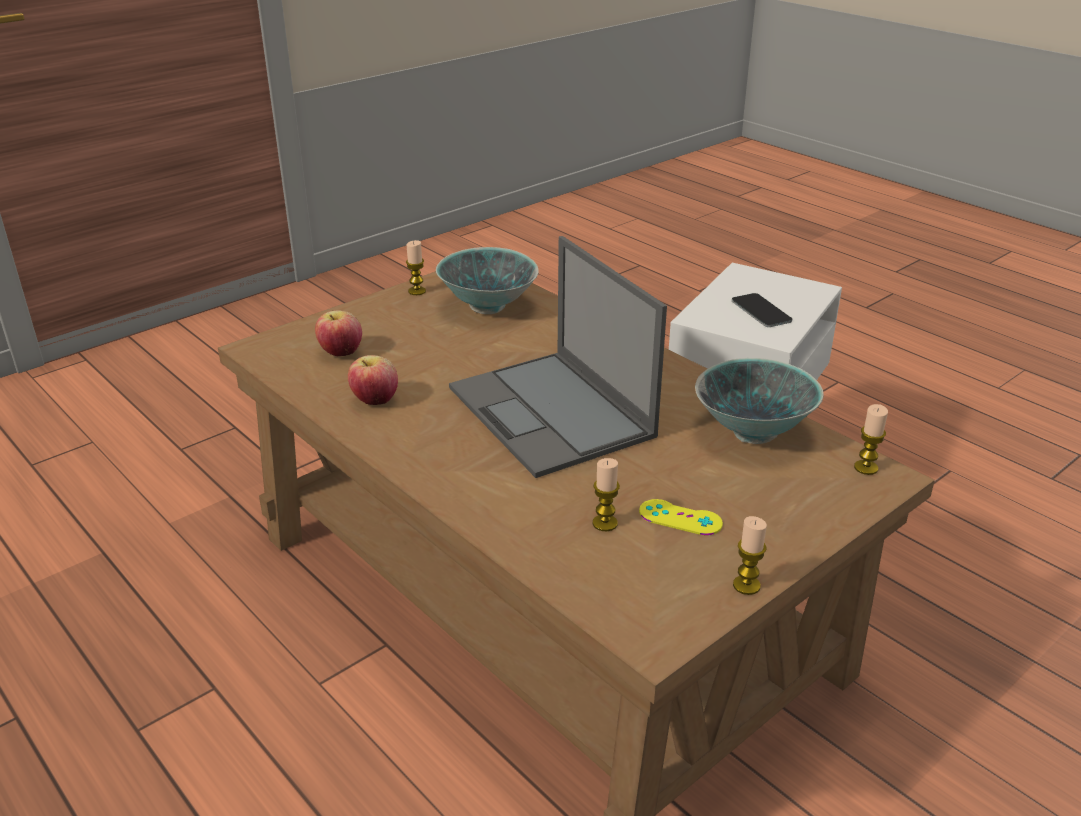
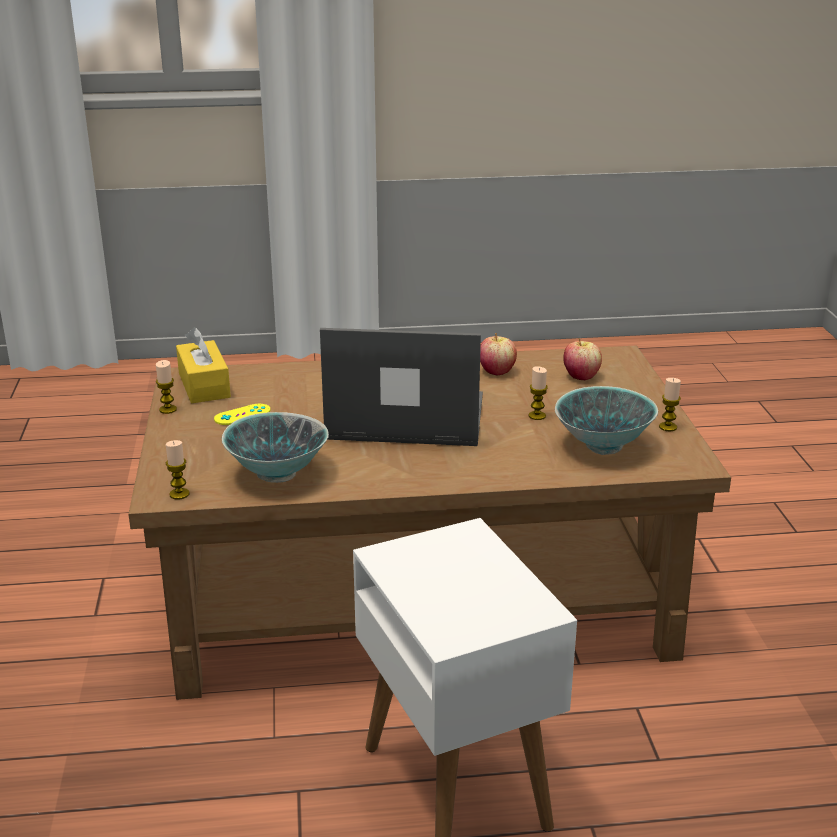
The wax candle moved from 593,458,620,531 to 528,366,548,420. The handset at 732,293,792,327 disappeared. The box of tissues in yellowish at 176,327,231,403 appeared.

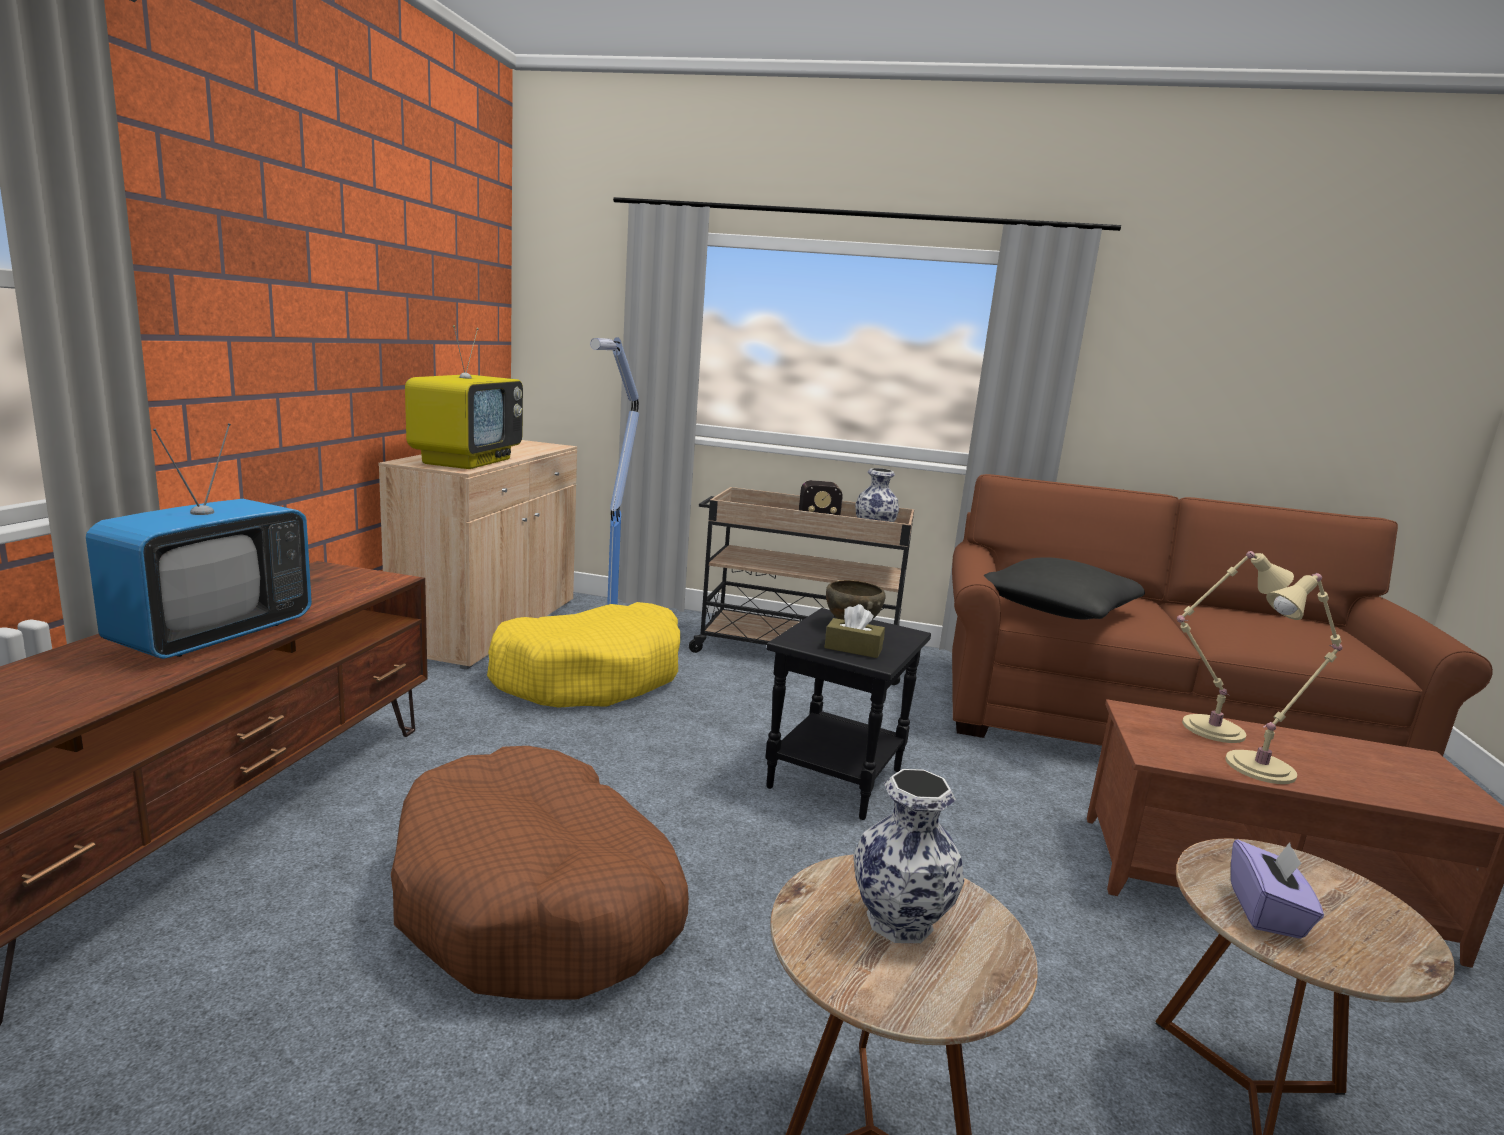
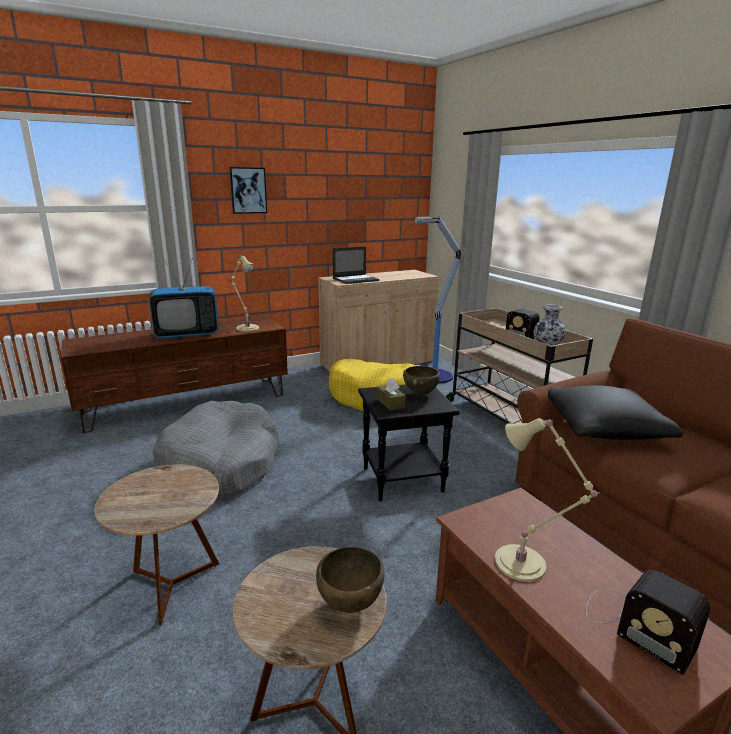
The pet bed in brown at 391,746,689,999 became the pet bed in greyish at 153,401,279,497. The TV set at 405,325,523,469 was replaced by the notebook computer at 333,247,380,284. The vase at 853,769,964,943 disappeared. The tabletop lamp in sand-coloured moved from 1177,551,1294,743 to 229,255,259,332. The box of tissues in purplish at 1231,839,1324,939 disappeared. The wall art at 229,167,267,214 appeared. The serving bowl in brown at 316,547,385,613 appeared. The radio receiver at 586,570,710,675 appeared.

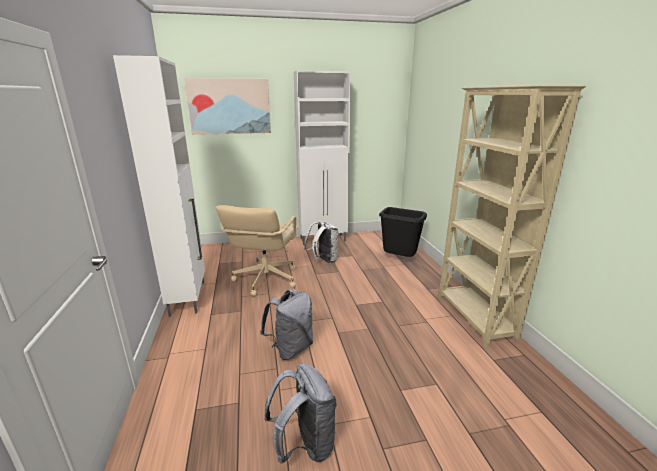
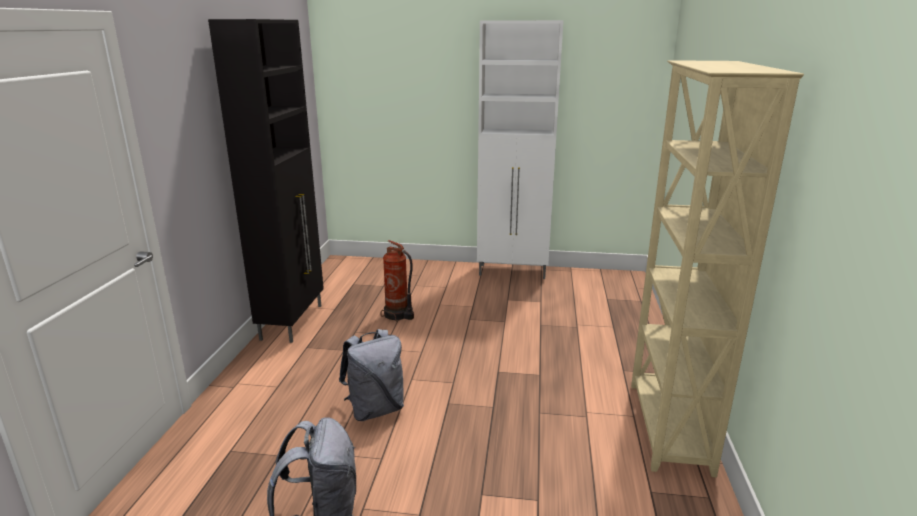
The cupboard in white-coloured at 113,55,205,317 became the cupboard in black at 208,19,324,343. The wall art at 184,78,271,135 disappeared. The computer chair in sand-coloured at 216,205,298,296 was replaced by the fire extinguisher at 380,240,414,322. The backpack in white-coloured at 304,221,339,263 disappeared. The trash can in black at 379,207,427,257 disappeared.

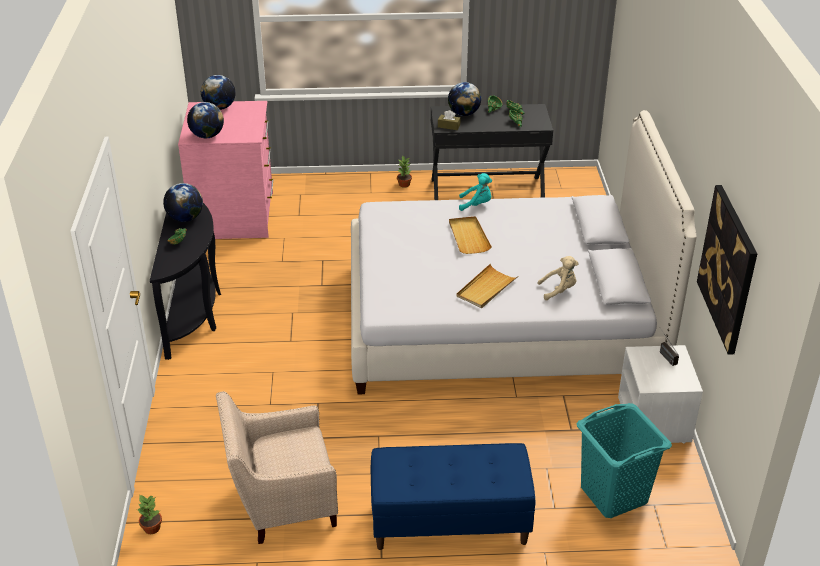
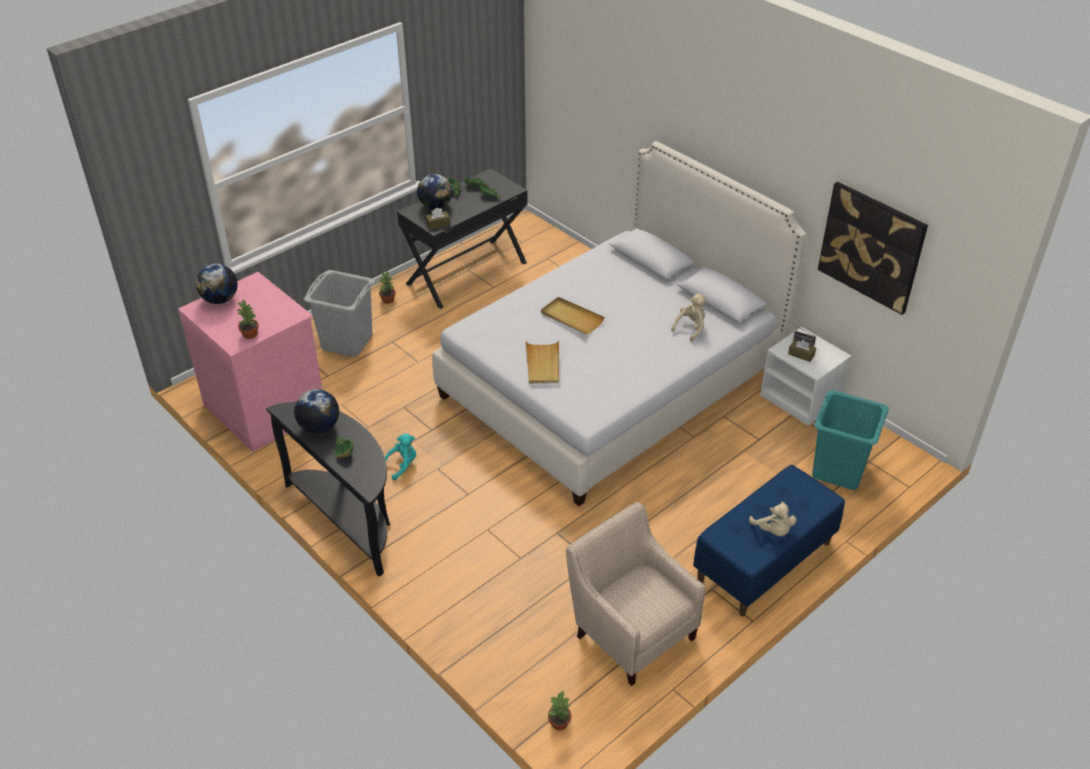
The globe at 187,102,224,138 was replaced by the plant in a pot at 237,299,259,339. The armchair in sand-coloured at 216,391,338,544 turned 105 degrees clockwise. The serving tray in sand-coloured moved from 456,264,518,308 to 526,341,559,384. The plush toy in blue-green moved from 459,173,492,211 to 385,434,416,480. The hamper in greyish at 304,270,375,357 appeared. The plush toy in sand-coloured at 749,502,796,536 appeared. The box of tissues in brown at 788,340,816,362 appeared.

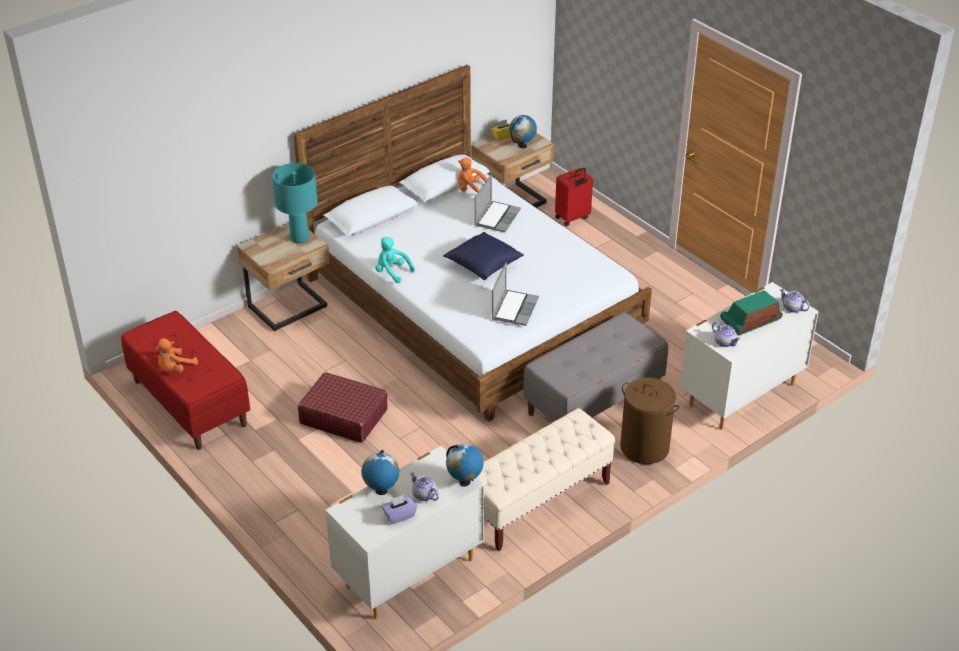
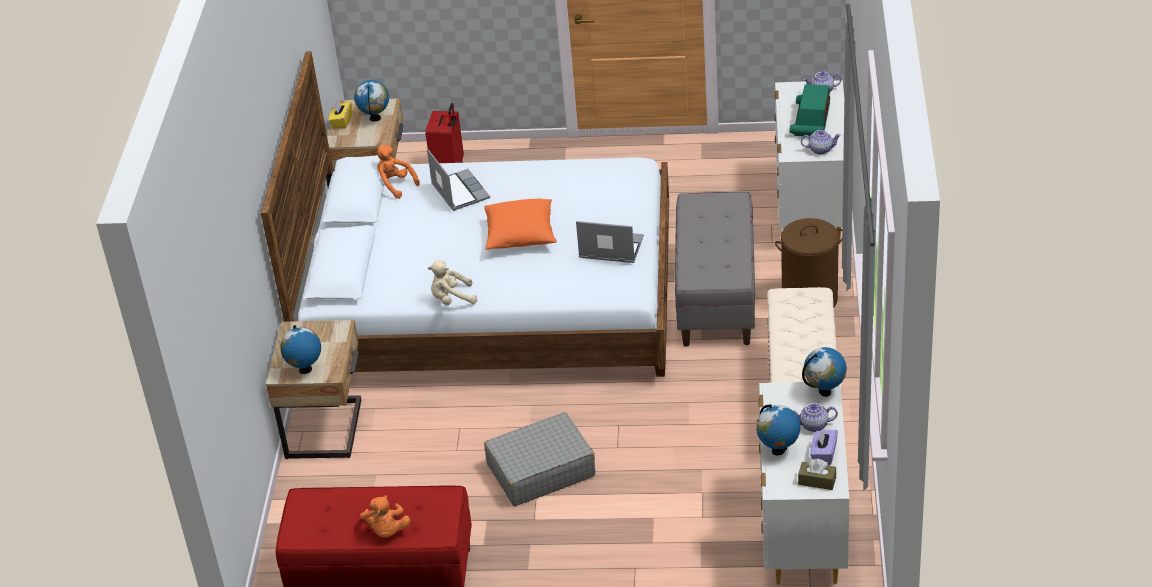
The tabletop lamp in blue-green at 272,163,317,243 disappeared. The suitcase in red-coloured at 298,372,388,443 became the suitcase in greyish at 484,412,595,506. The plush toy in blue-green at 375,237,415,283 became the plush toy in sand-coloured at 428,260,478,305. The throw pillow in blue-coloured at 443,232,524,280 became the throw pillow in orangey at 484,199,557,250. The plush toy in orangey at 458,158,487,193 turned 75 degrees clockwise. The notebook computer at 492,262,539,326 turned 45 degrees counterclockwise. The globe at 280,325,321,374 appeared. The box of tissues in brown at 798,459,836,490 appeared.

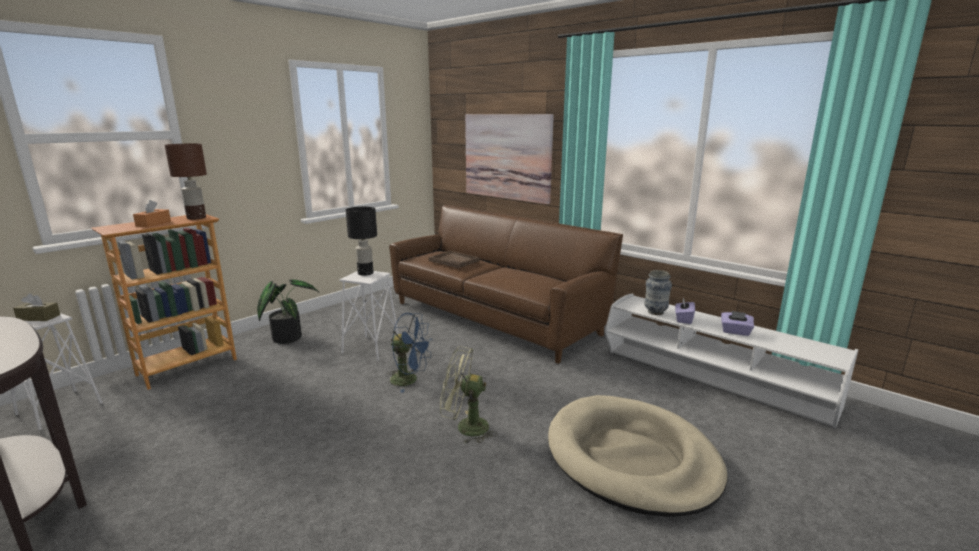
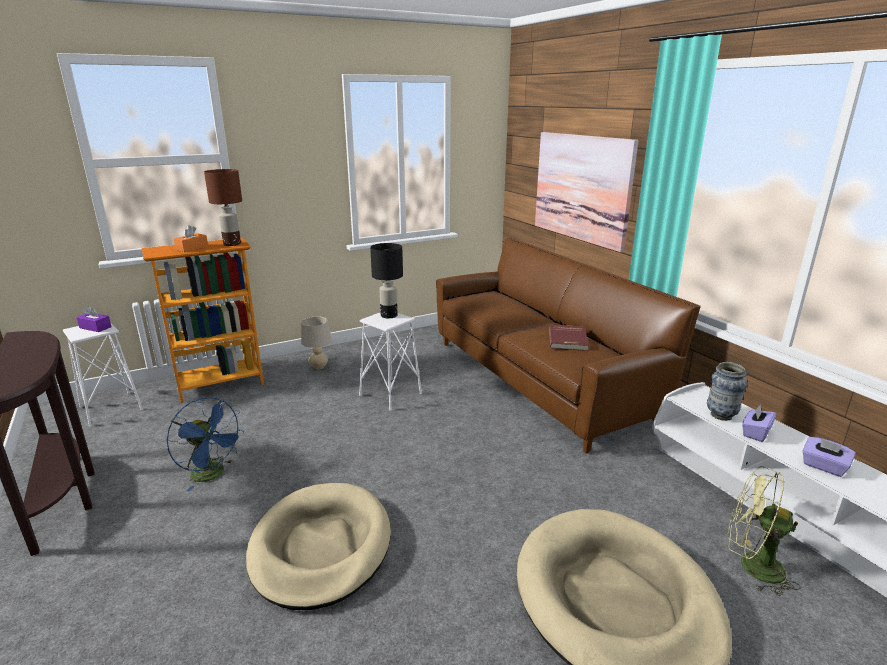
The box of tissues in brown at 13,293,60,321 became the box of tissues in purplish at 76,306,112,332. The plant in a pot at 257,280,319,344 was replaced by the tabletop lamp in sand-coloured at 301,316,332,369. The fan in blue-coloured moved from 387,313,432,393 to 167,397,244,491. The serving tray in brown at 429,251,479,268 disappeared. The fan in green moved from 440,346,497,444 to 727,466,801,596. The pet bed in sand-coloured at 246,483,391,610 appeared. The book in red-coloured at 549,325,589,351 appeared.

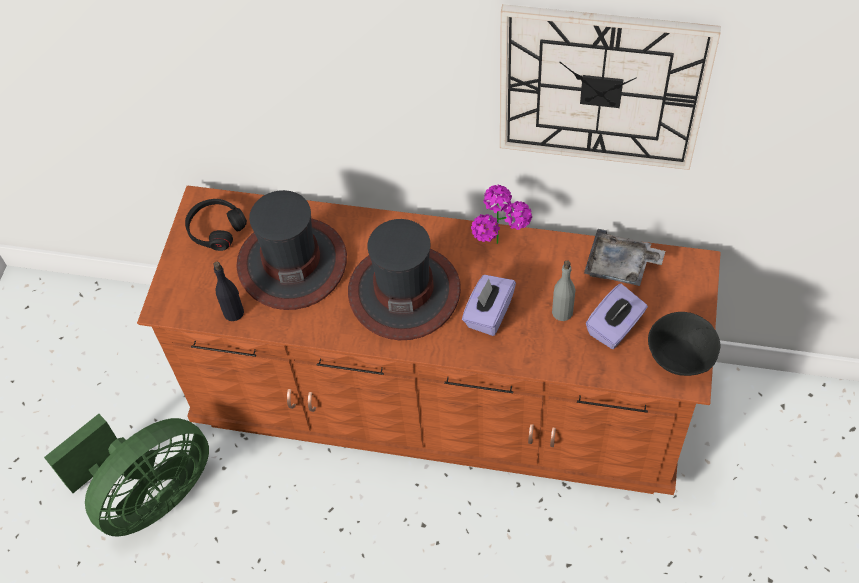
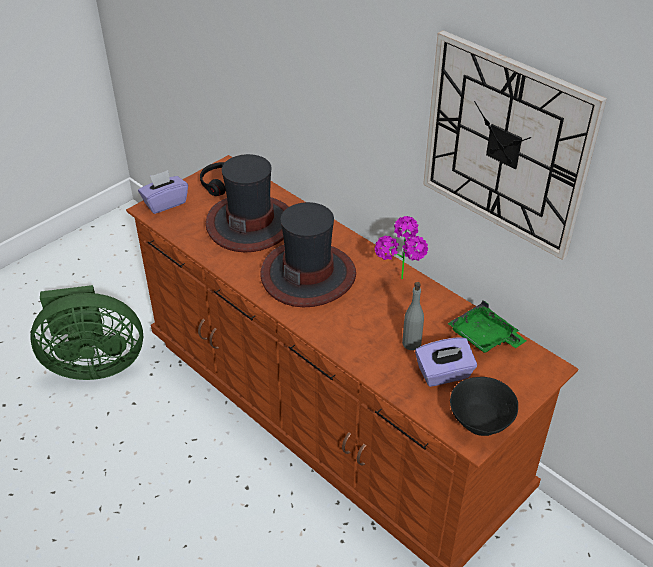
The bottle in black at 213,262,244,321 disappeared. The box of tissues in purplish moved from 462,275,516,336 to 138,170,188,214. The serving tray in greyish at 584,229,665,286 became the serving tray in green at 448,300,526,353.

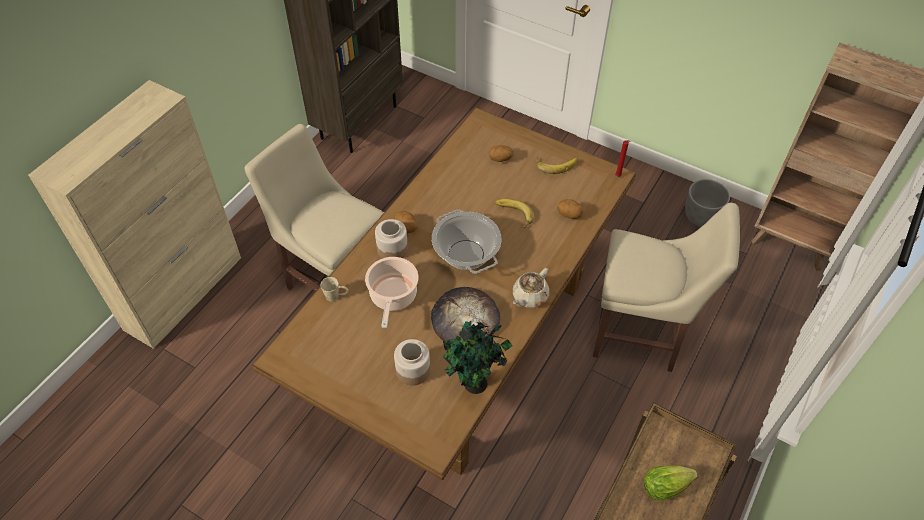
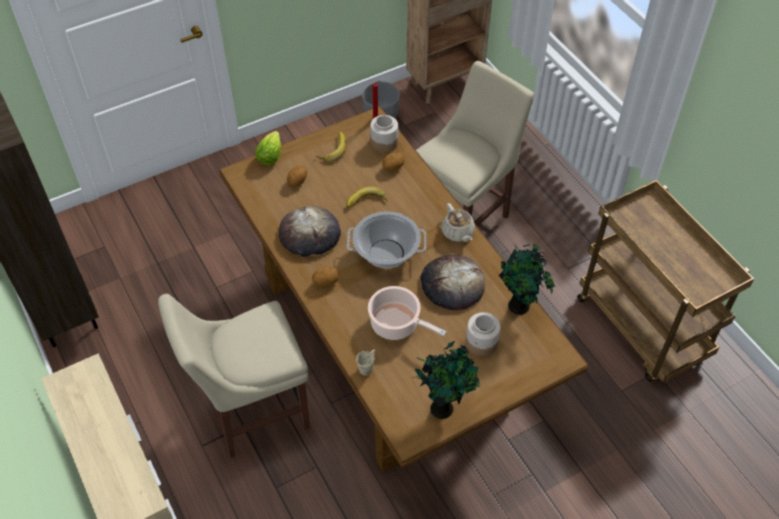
The jar moved from 375,219,408,259 to 370,115,398,153. The lettuce moved from 644,466,698,501 to 255,131,281,165. The baked bread at 278,206,341,257 appeared. The plant in a pot at 413,341,480,419 appeared.

